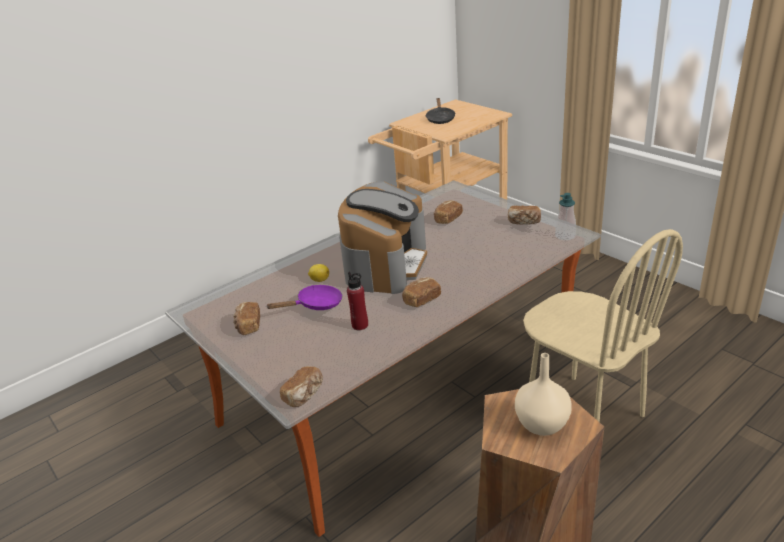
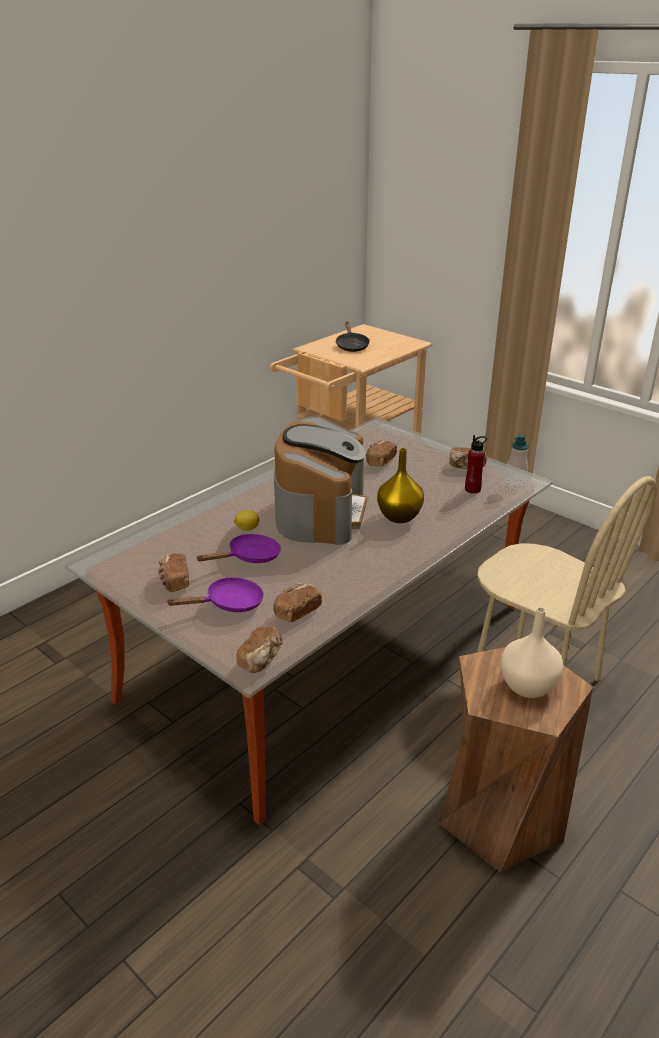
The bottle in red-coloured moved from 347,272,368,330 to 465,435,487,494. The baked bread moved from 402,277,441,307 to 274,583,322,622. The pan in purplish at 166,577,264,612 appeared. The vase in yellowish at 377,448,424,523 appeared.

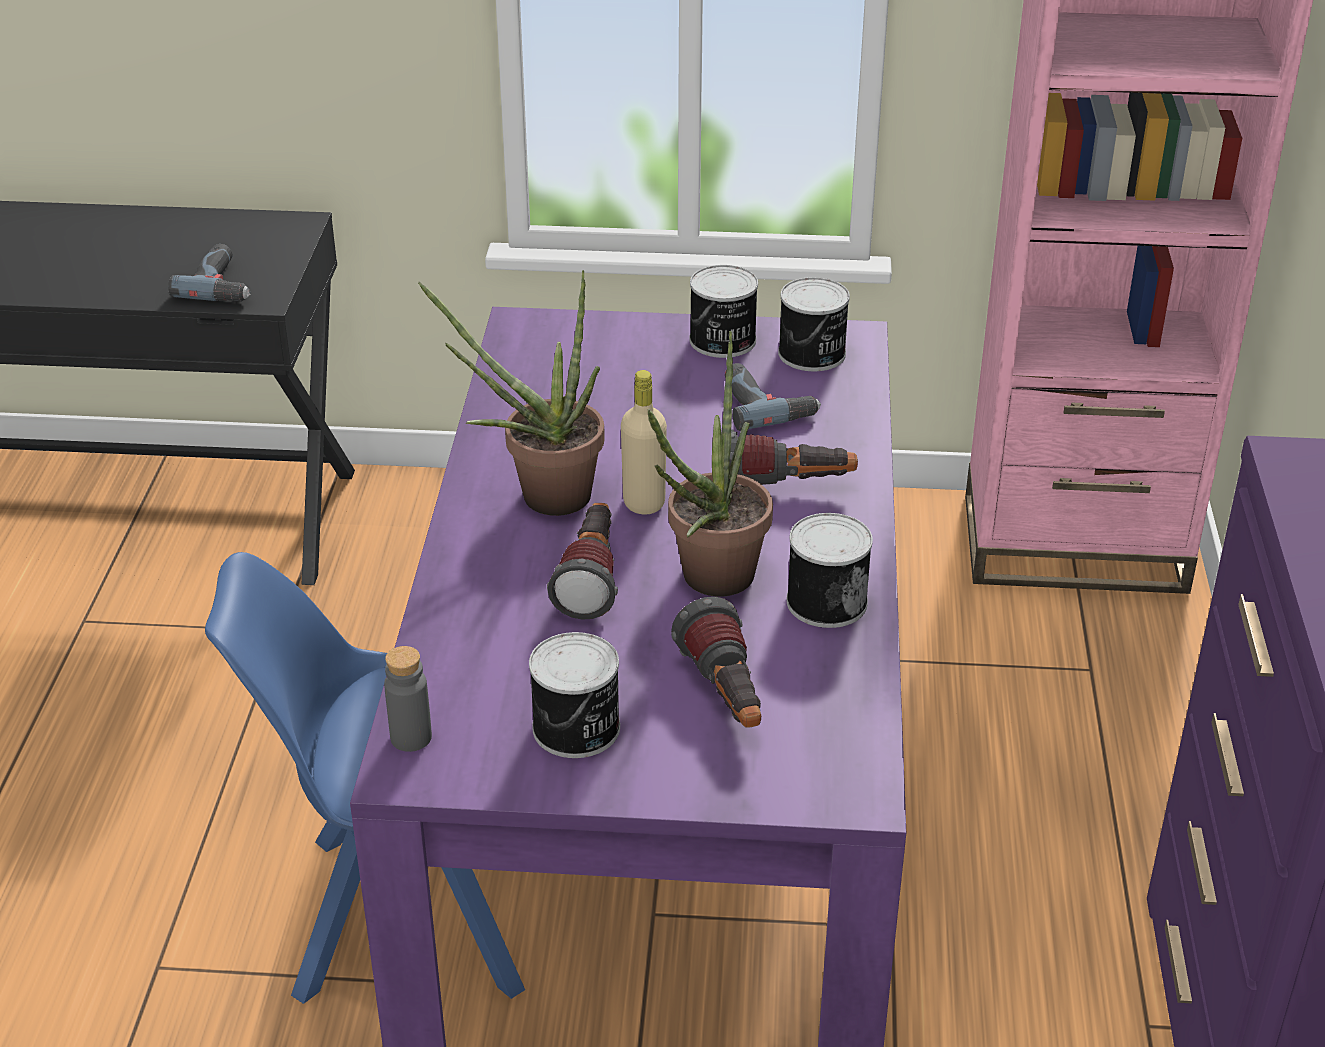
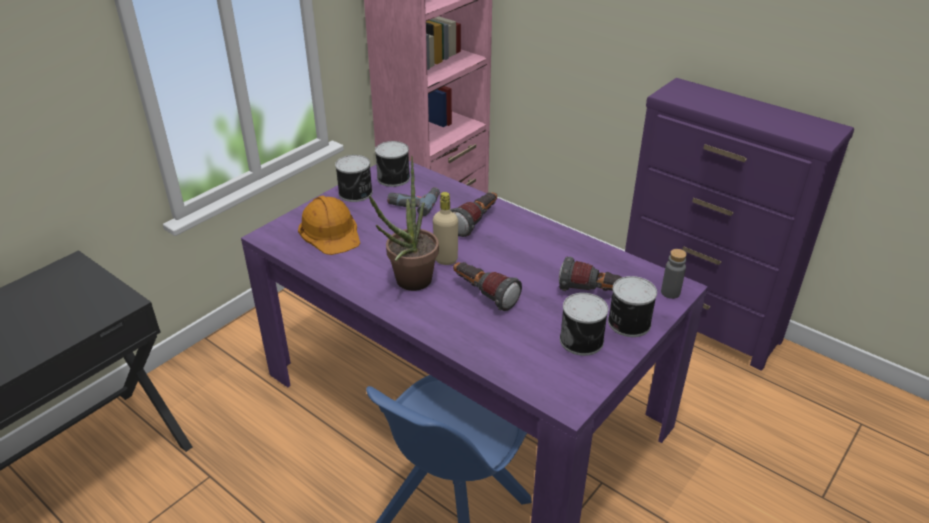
The power drill at 168,244,250,301 disappeared. The bottle in greyish moved from 384,646,432,752 to 661,249,687,299. The plant in a pot at 647,331,773,597 disappeared. The can moved from 786,513,873,628 to 608,276,657,337. The safety helmet in orangey at 298,196,360,255 appeared.

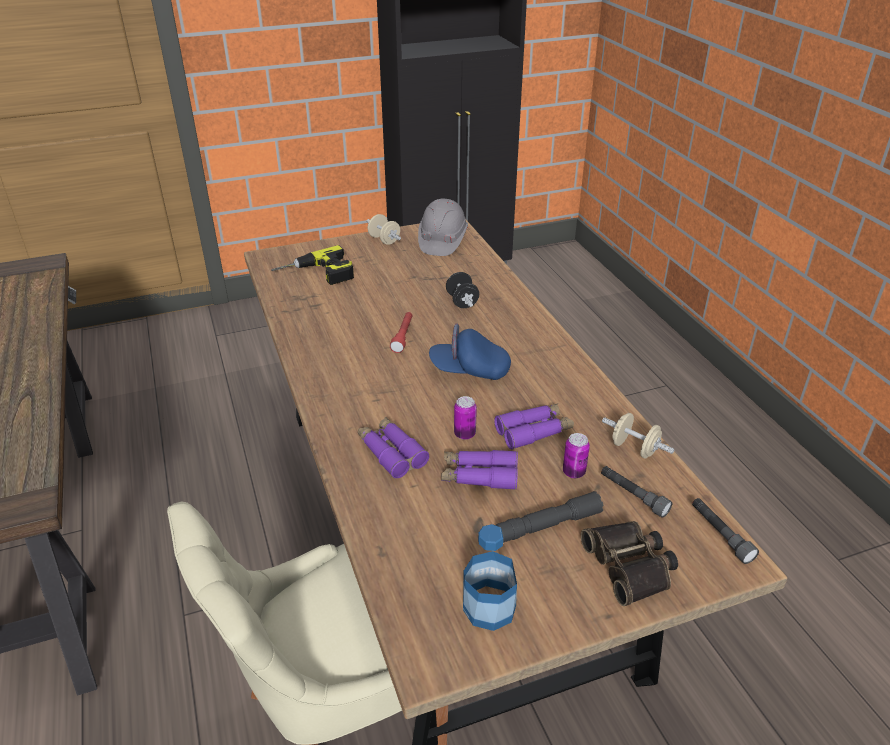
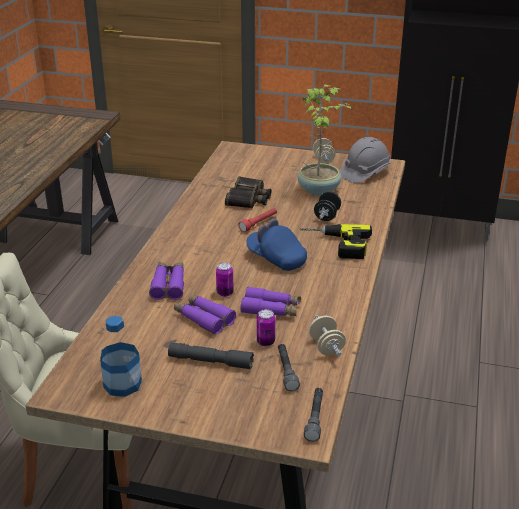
The power drill moved from 271,245,354,285 to 299,224,372,259. The field glasses moved from 581,521,678,606 to 225,176,272,208. The plant in a pot at 297,84,352,196 appeared.

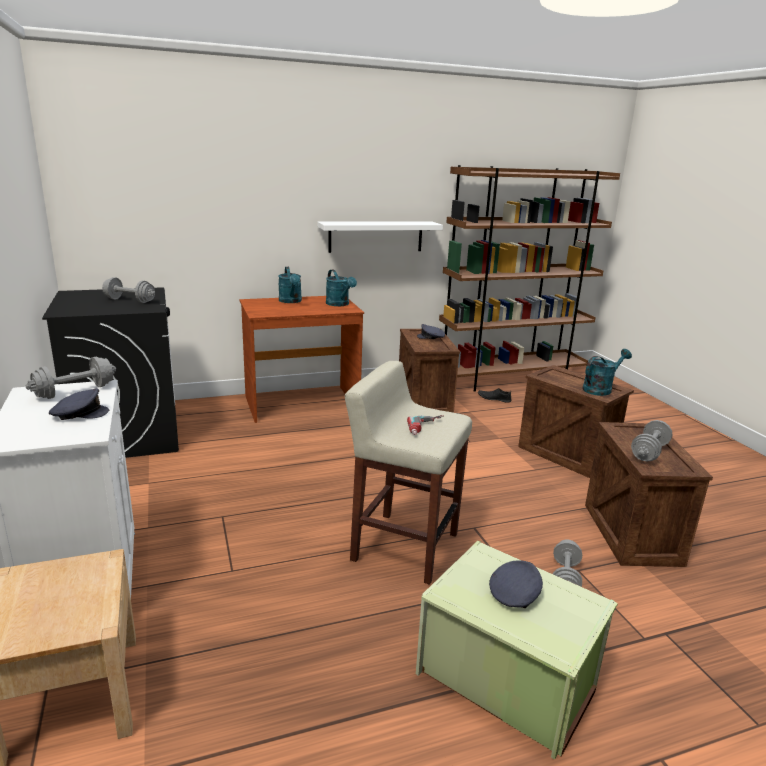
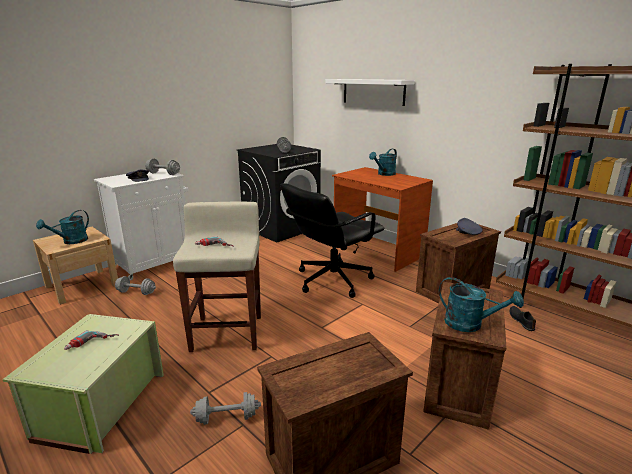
The bracket shelf in white-coloured moved from 317,221,443,253 to 325,79,415,106. The watering pot in blue-green moved from 326,270,357,306 to 36,210,89,244. The peaked cap in greyish at 489,560,543,608 was replaced by the power drill at 64,330,119,350. The free weight in greyish moved from 631,420,673,462 to 115,276,156,295. The computer chair in black at 281,183,384,298 appeared.

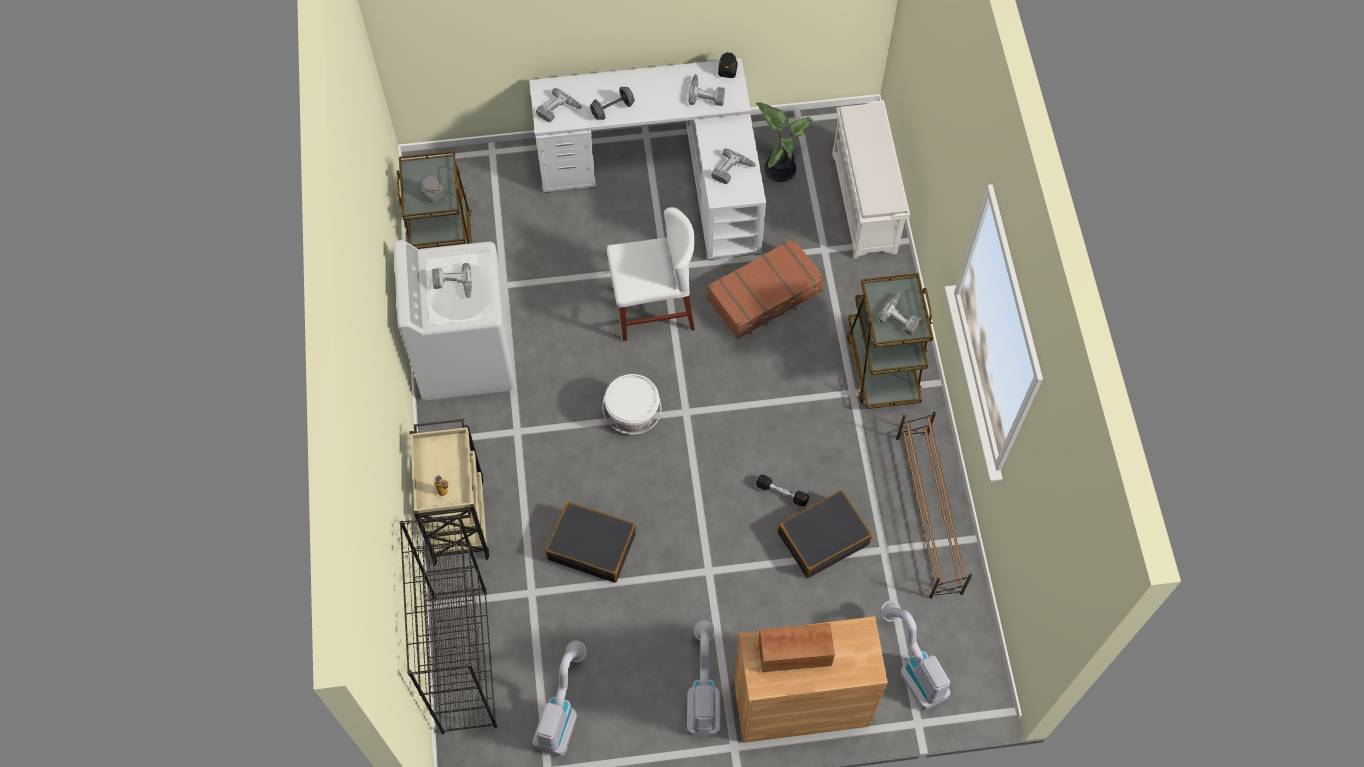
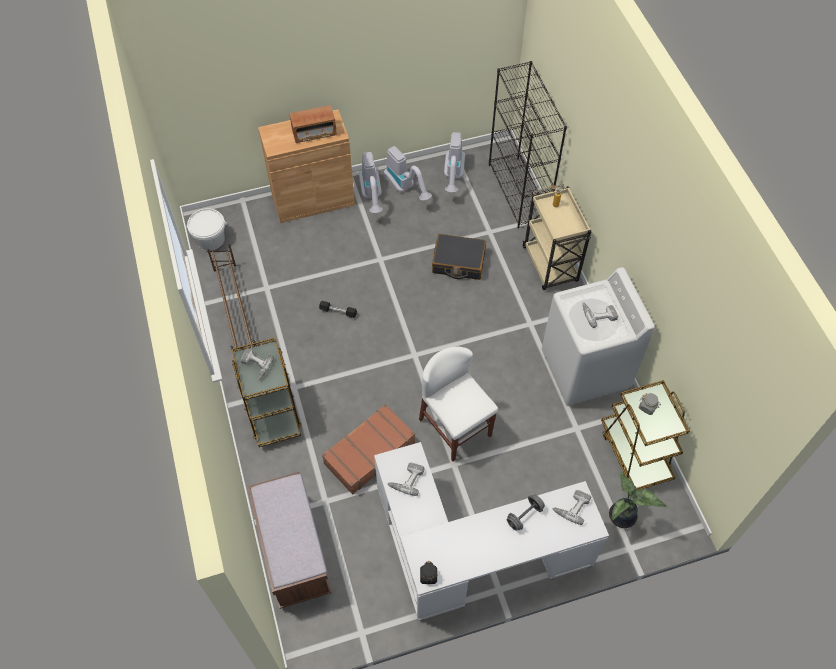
The bucket in white-coloured moved from 602,374,661,435 to 187,208,227,251. The chair in white-coloured at 607,207,695,341 turned 75 degrees clockwise. The power drill at 688,74,725,106 disappeared. The plant in a pot moved from 756,102,813,182 to 609,473,667,528. The suitcase in black at 778,490,872,578 disappeared. The shoe stand in white-coloured at 832,100,910,259 was replaced by the bench in brown at 248,472,331,609. The hoover moved from 881,600,950,710 to 384,146,432,201.

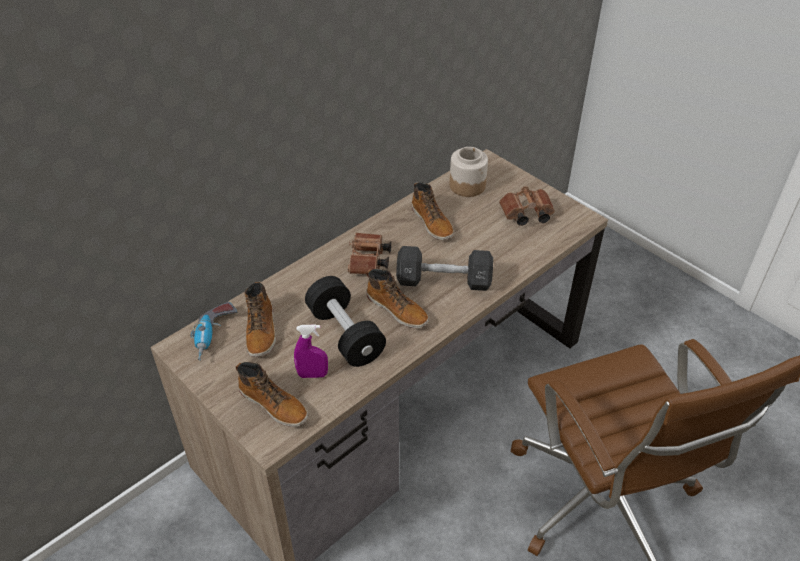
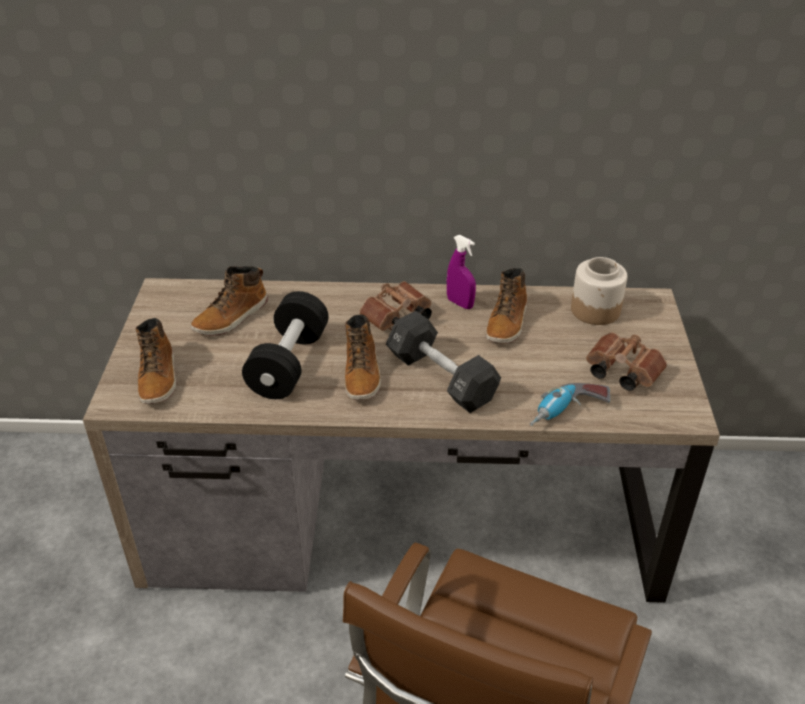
The power drill moved from 190,302,238,360 to 530,383,610,426. The sprayer in purplish moved from 294,324,328,378 to 447,235,476,309.

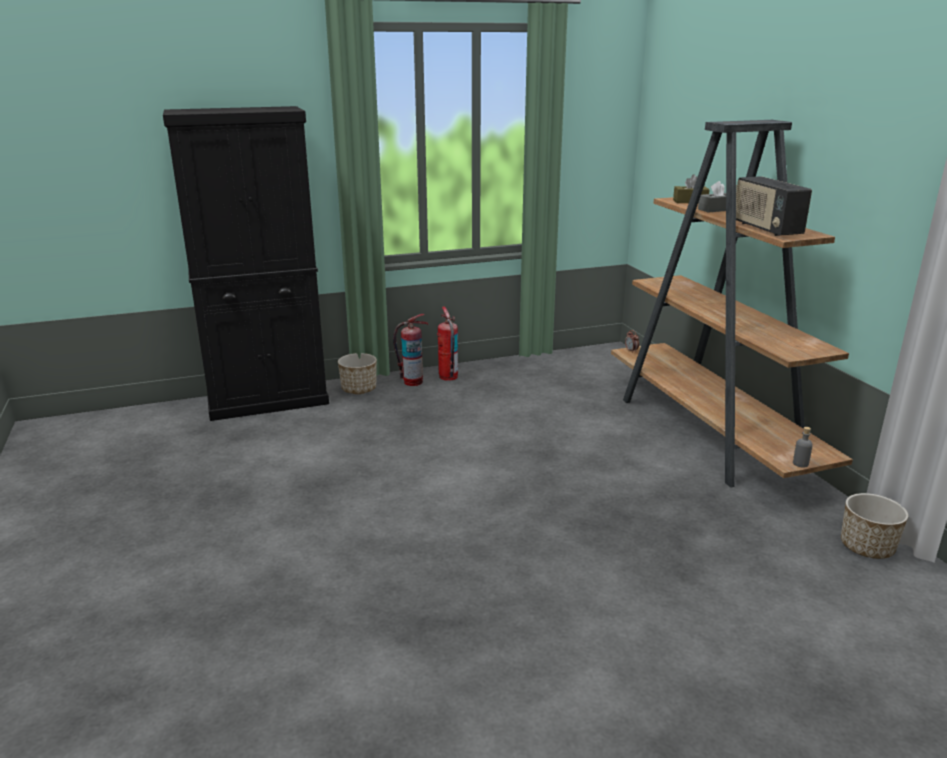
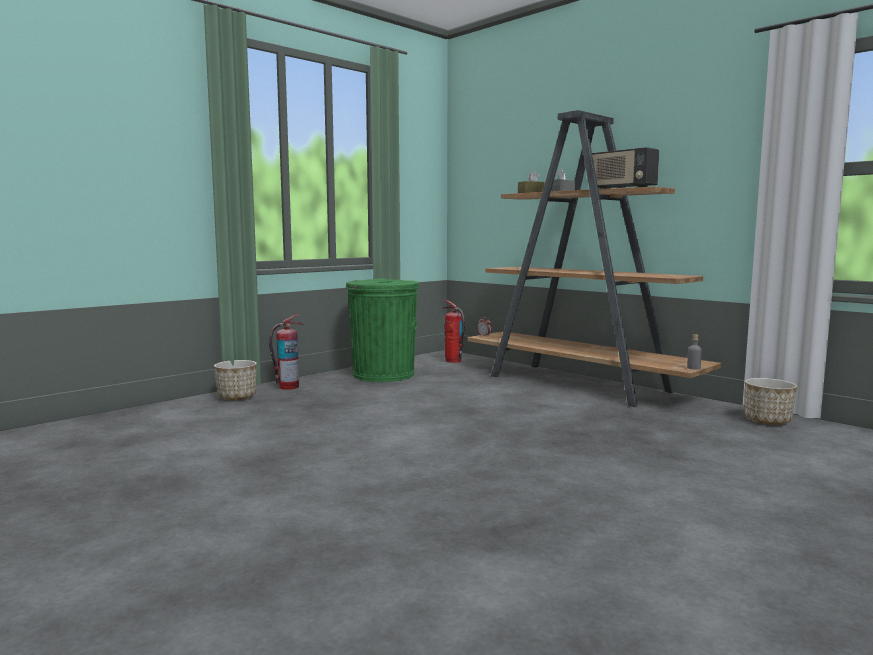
The cupboard in black at 163,106,329,421 disappeared. The fire extinguisher moved from 437,306,458,381 to 443,300,465,363. The trash can in green at 346,278,419,382 appeared.

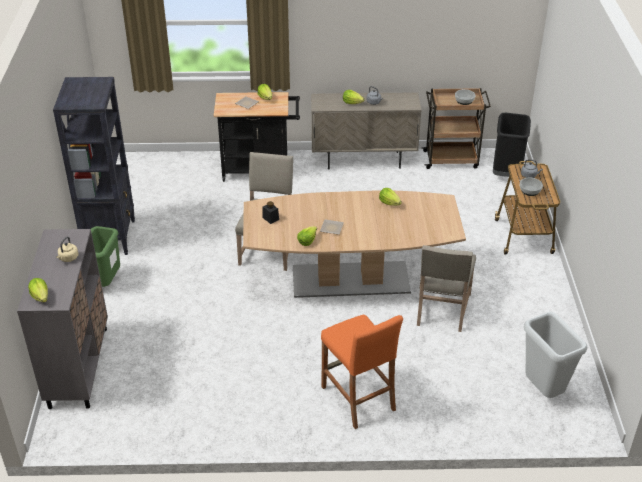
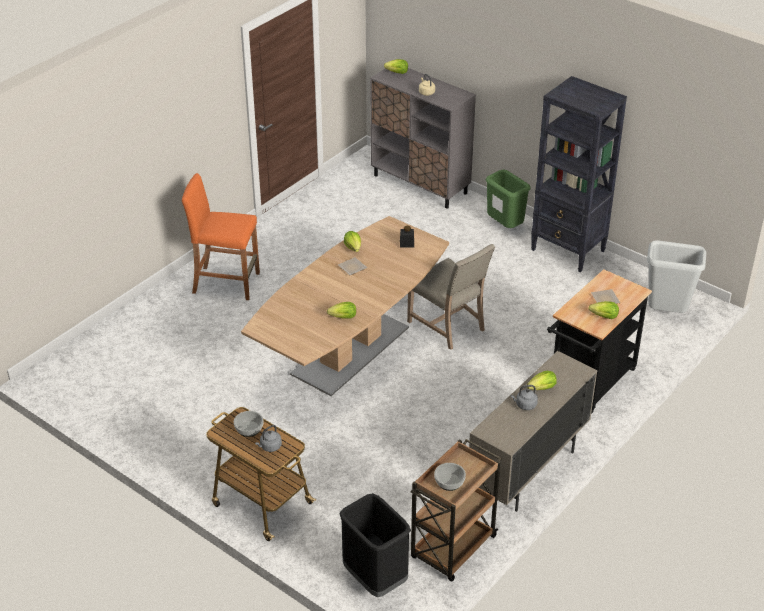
The chair in sand-coloured at 417,245,476,332 disappeared. The trash can in greyish moved from 524,312,588,398 to 647,240,706,313.

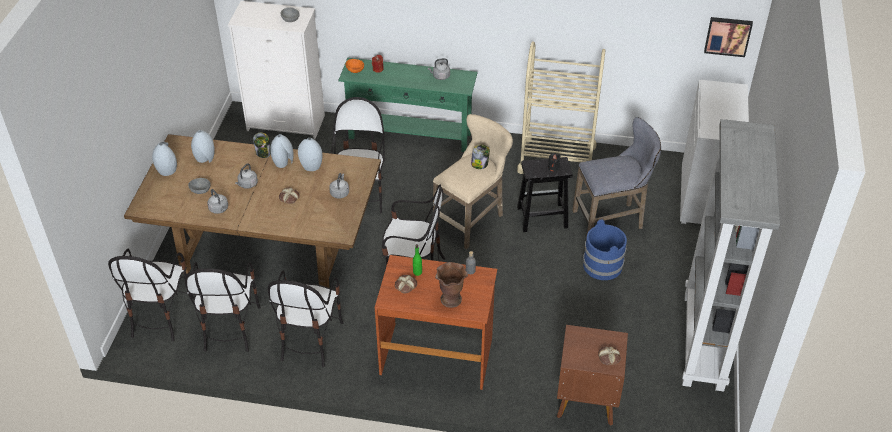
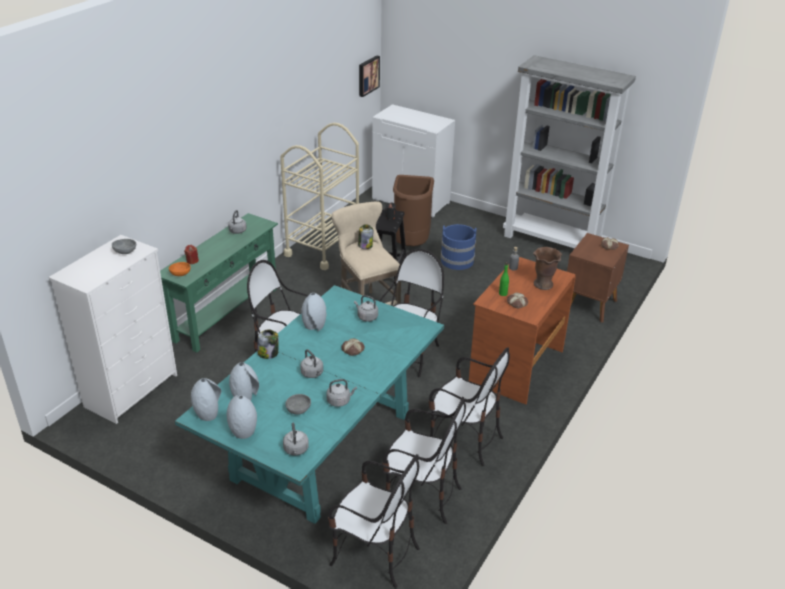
The dining table in brown at 124,134,381,288 became the dining table in blue-green at 175,285,444,524. The vase in greyish moved from 270,134,294,168 to 191,378,221,421. The sitting stool in greyish at 572,117,661,238 was replaced by the trash can in brown at 393,175,434,246. The water kettle in greyish at 283,422,309,455 appeared.

